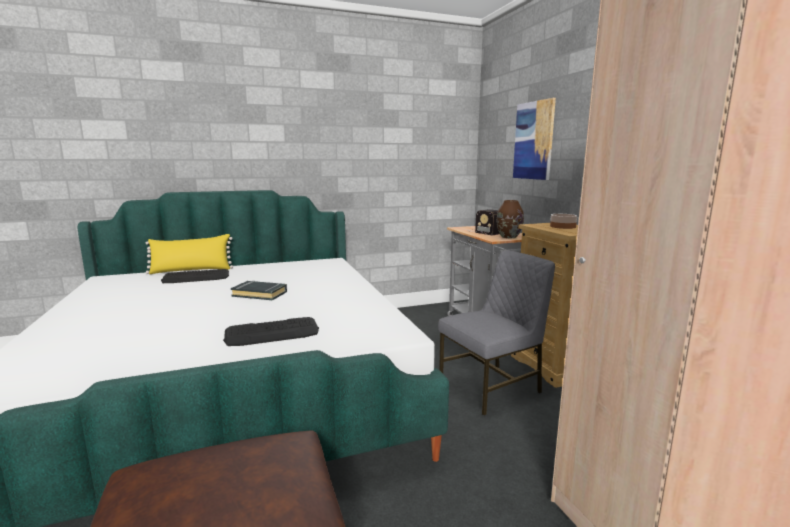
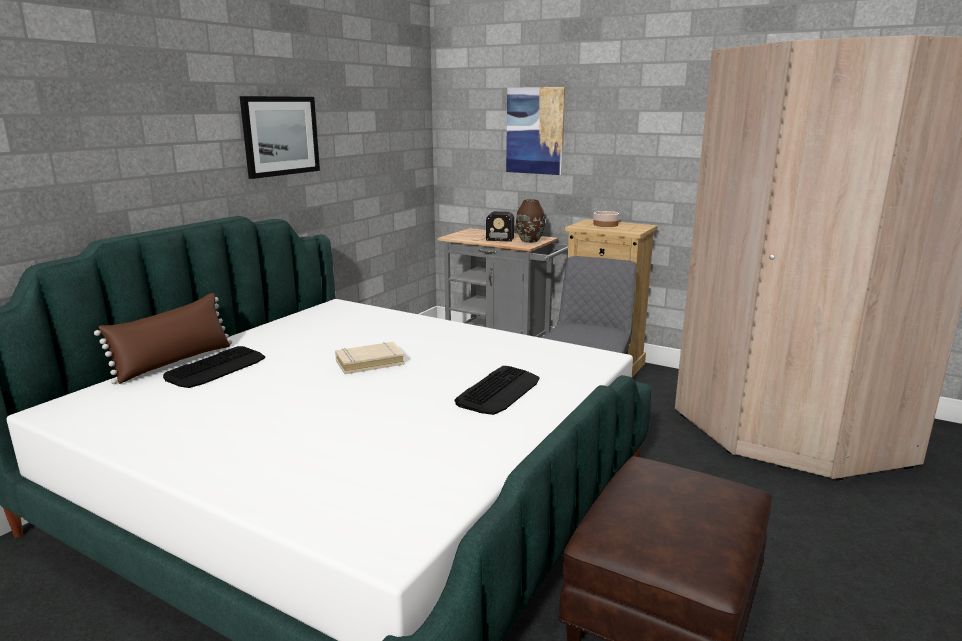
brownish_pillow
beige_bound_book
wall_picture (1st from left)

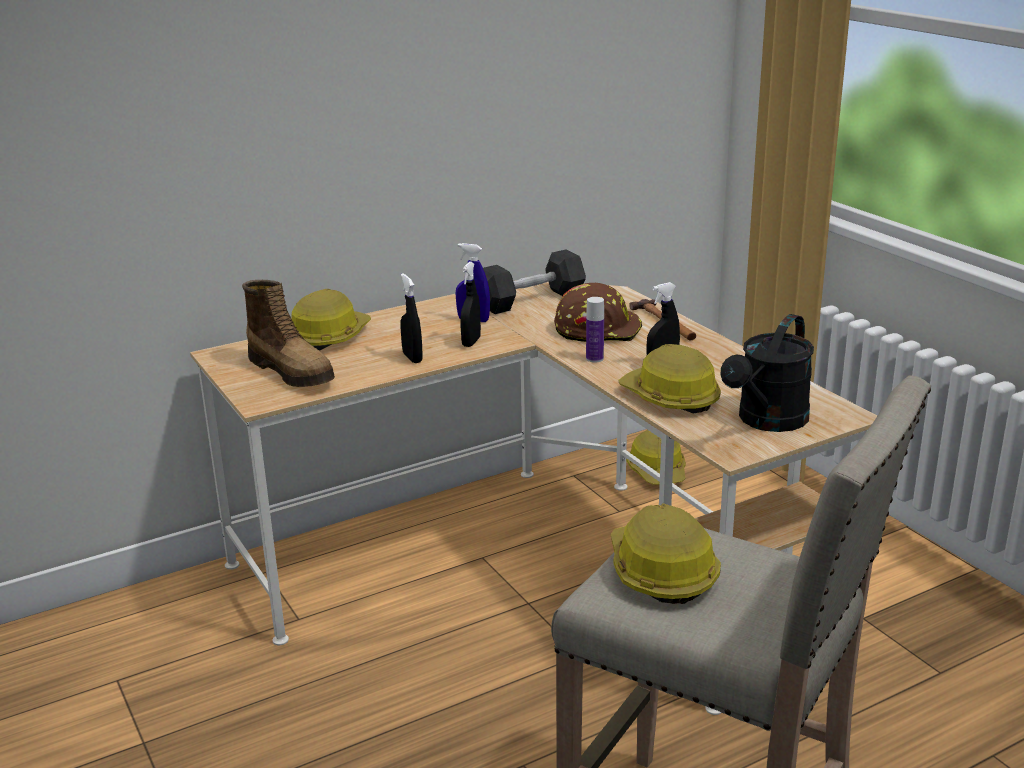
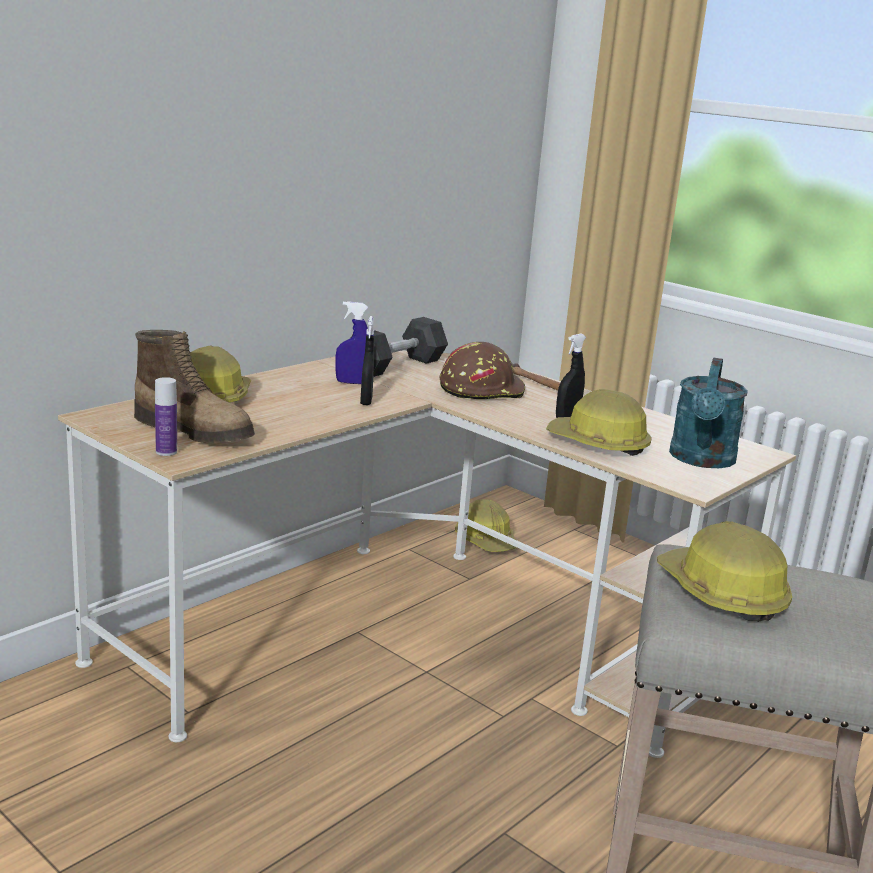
blackish_sprayer (1st from left in the first image)
beverage_bottle
turquoise_watering_pot

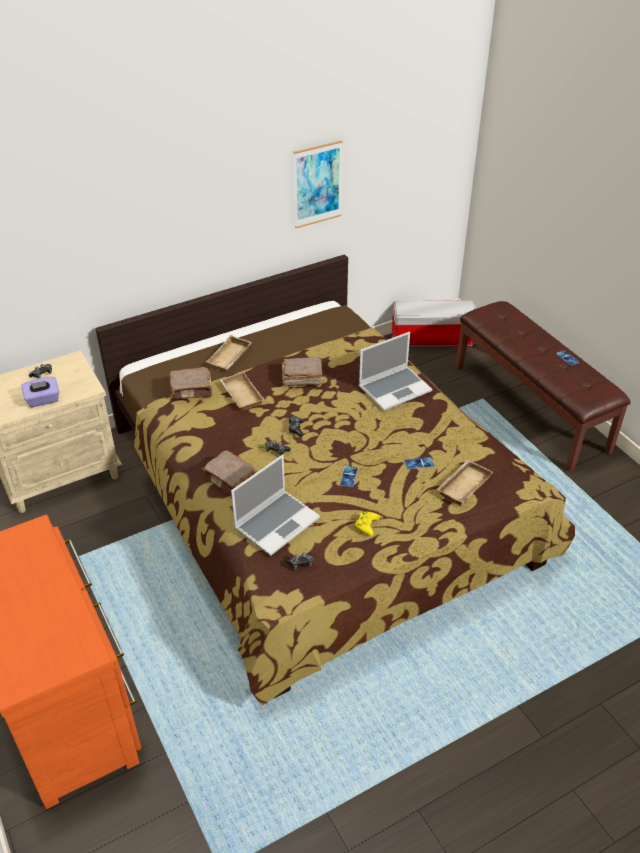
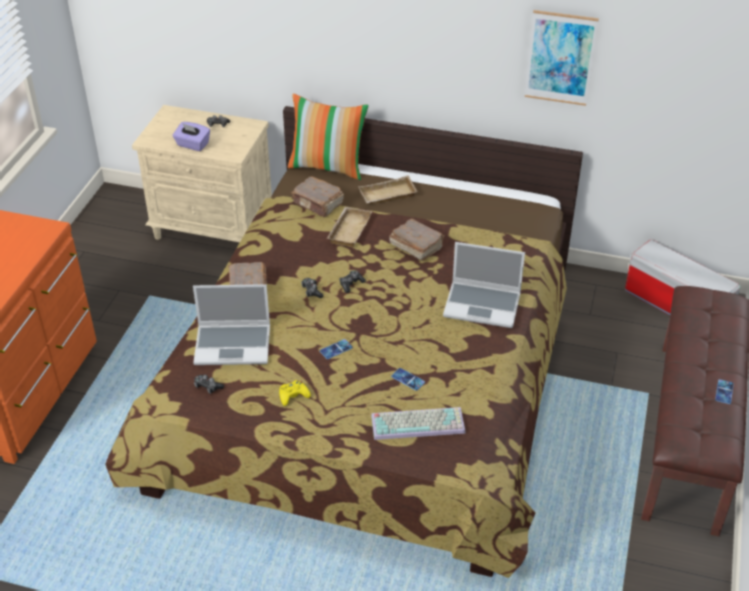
keyboard
pillow

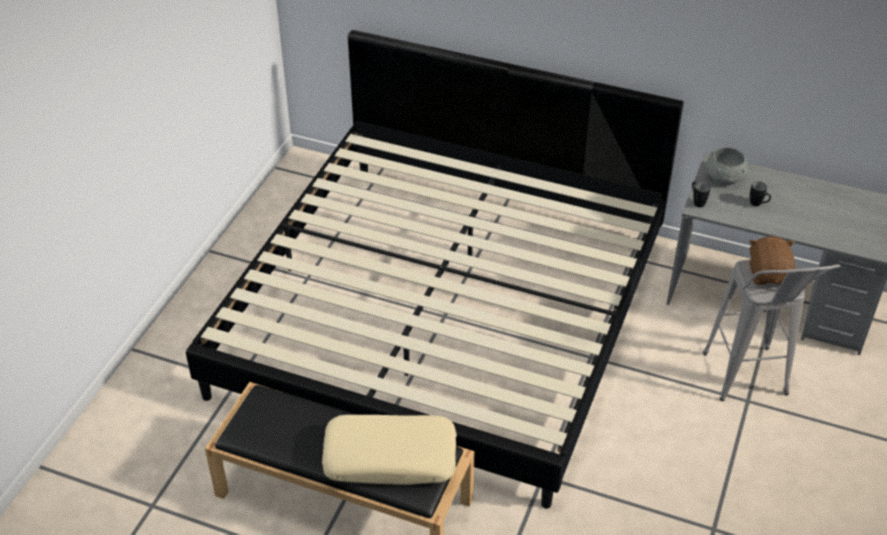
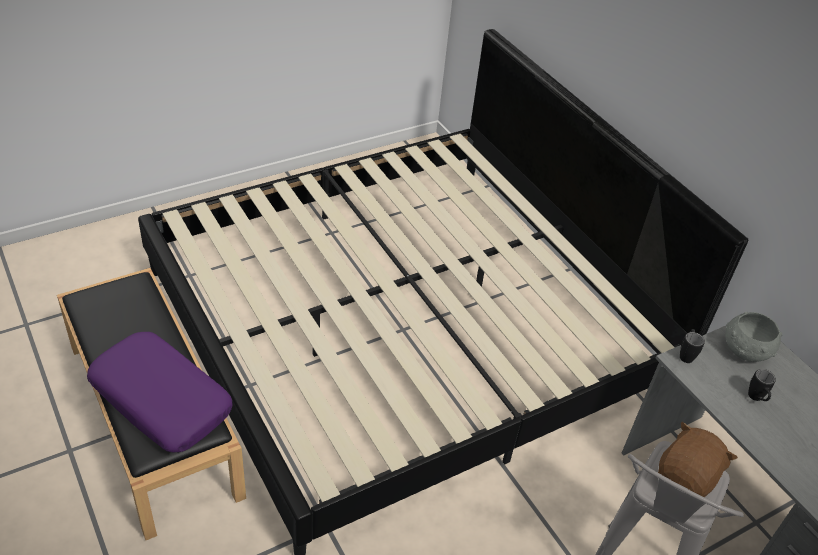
purple-coloured_pillow

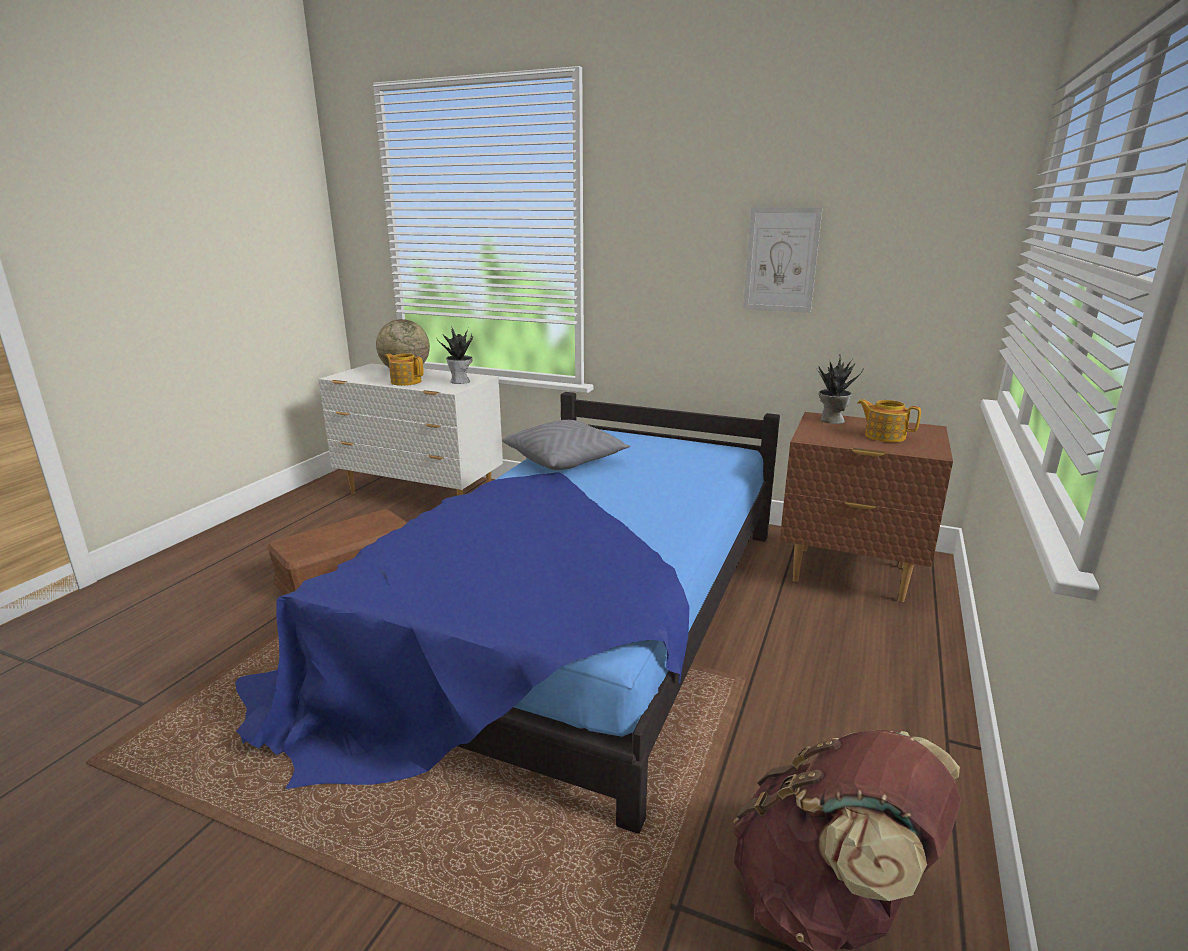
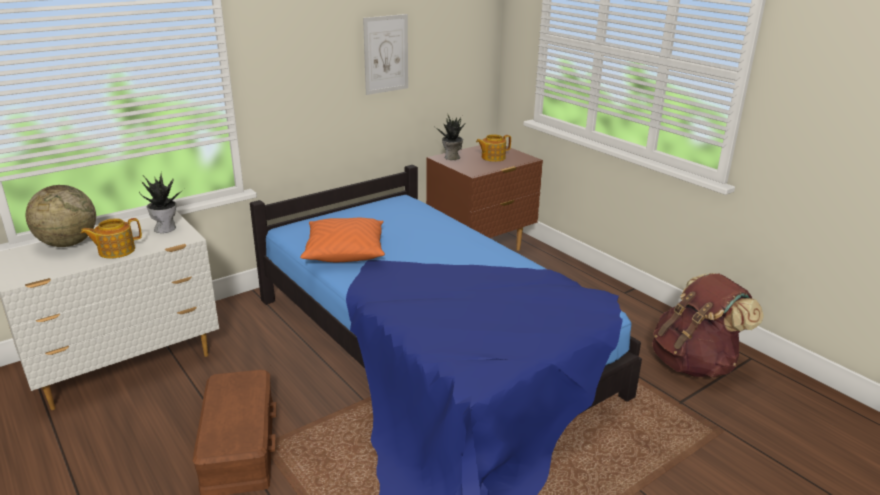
orangey_pillow

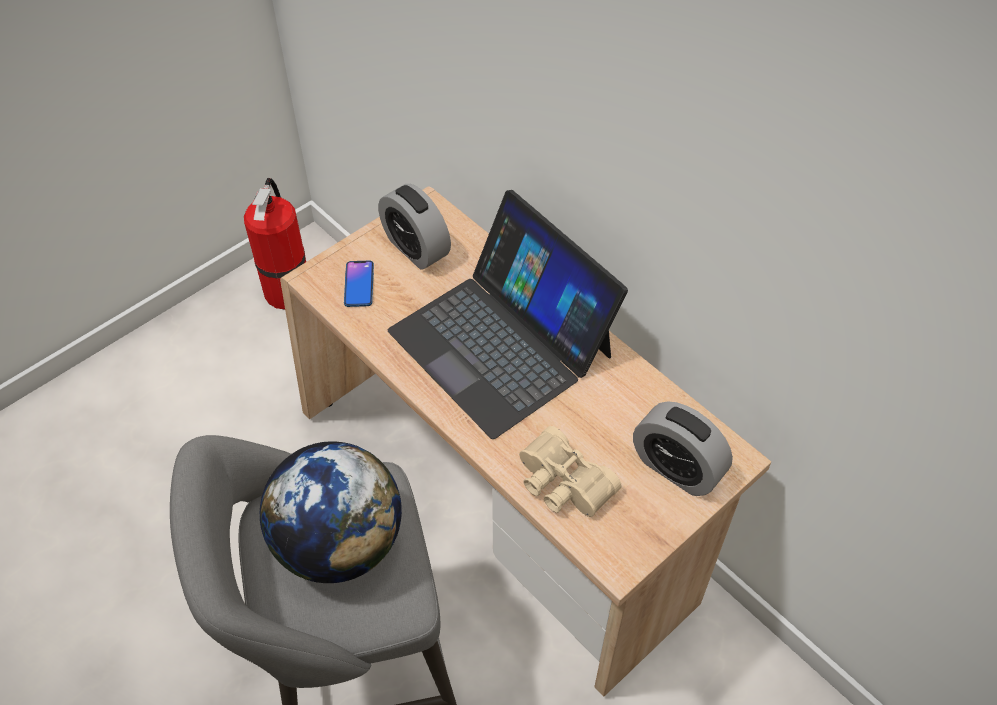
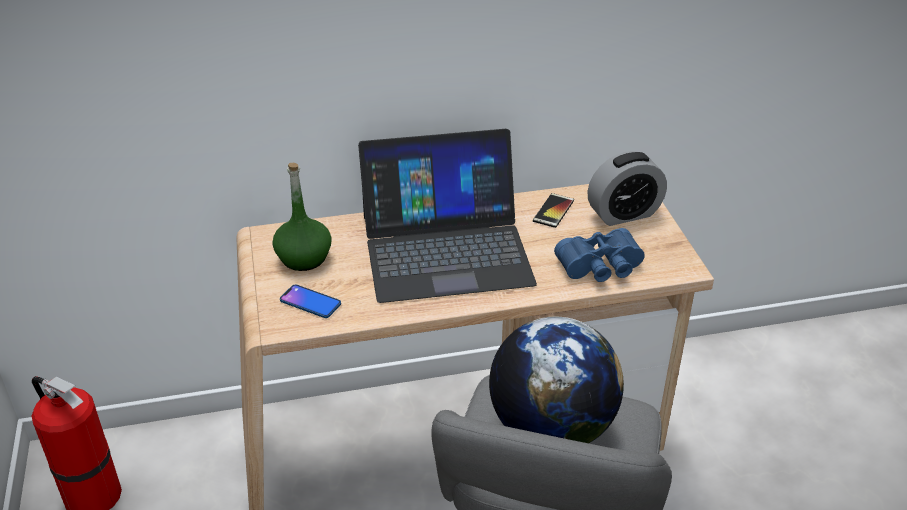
green_beverage_bottle
blue-coloured_pair_of_binoculars
handset (2nd from left)

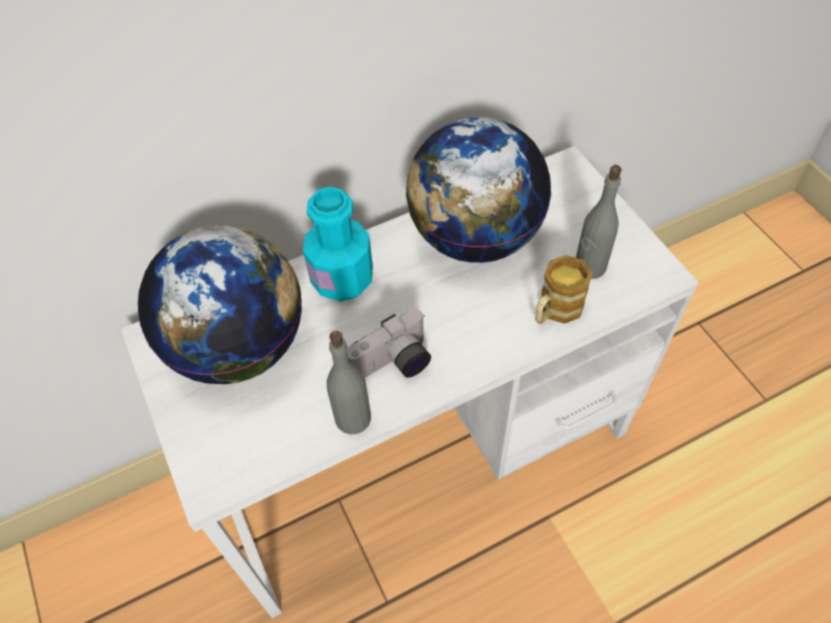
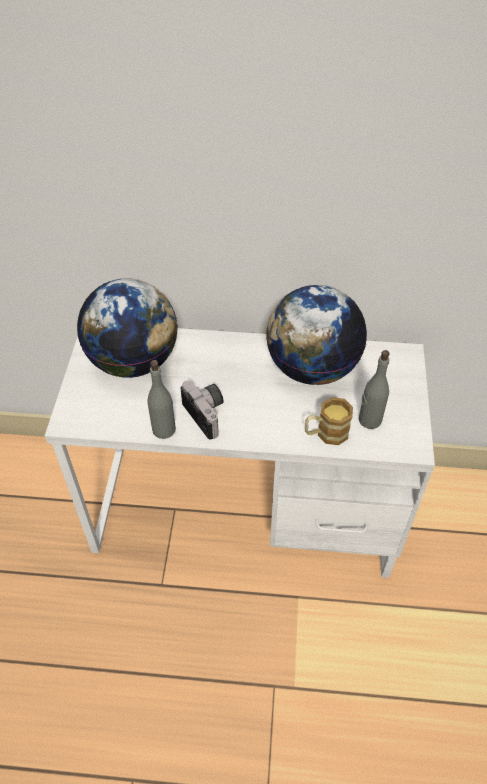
turquoise_beverage_bottle
still_camera

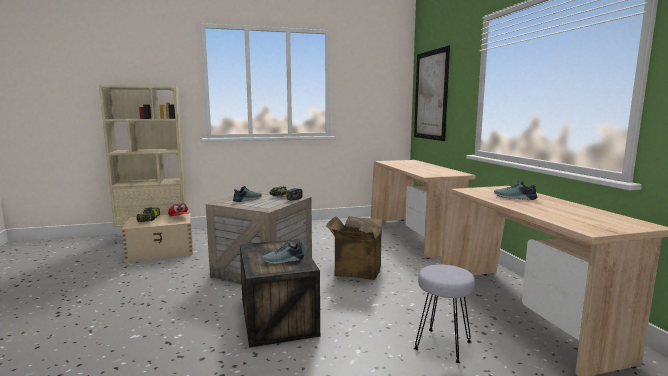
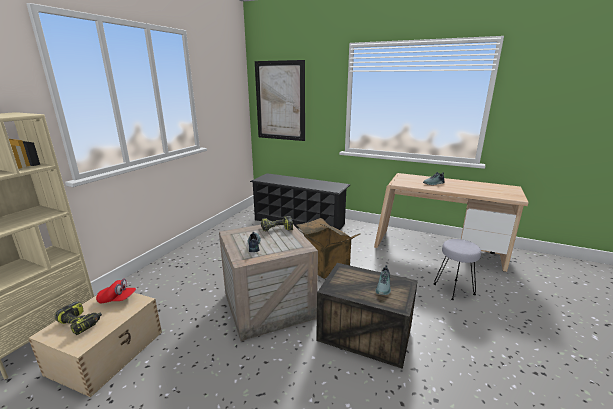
blackish_shoe_shelf

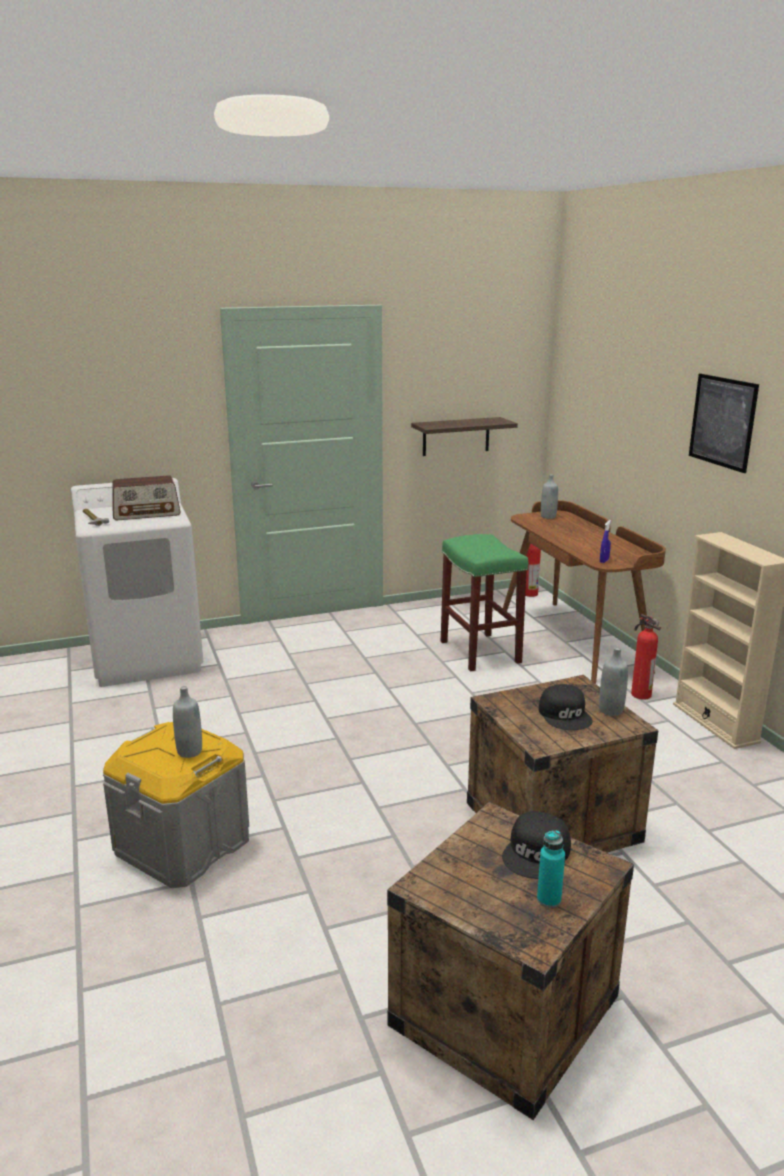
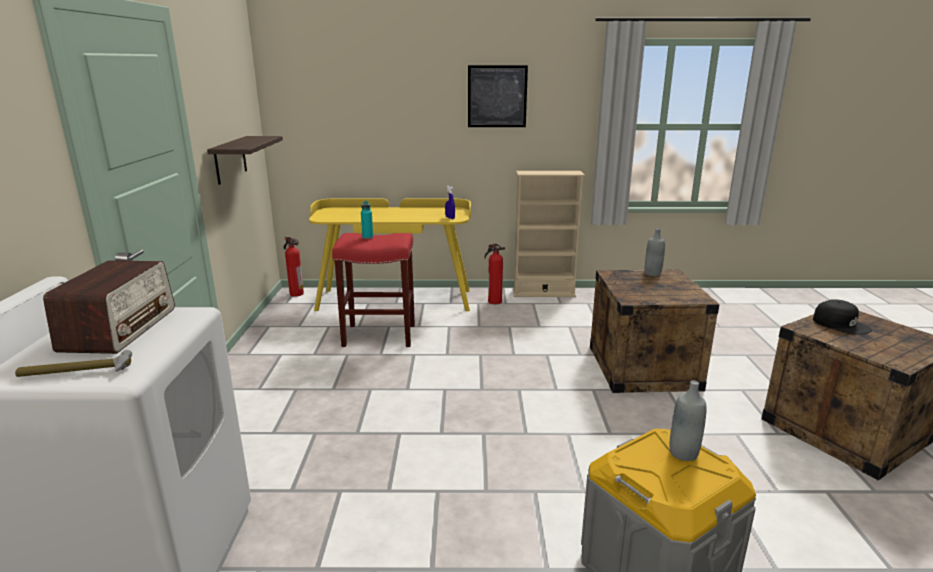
greyish_beverage_bottle (2nd from left in the first image)
yellow_desk_unit
reddish_stool_seat
blackish_cap (2nd from left in the first image)
turquoise_beverage_bottle

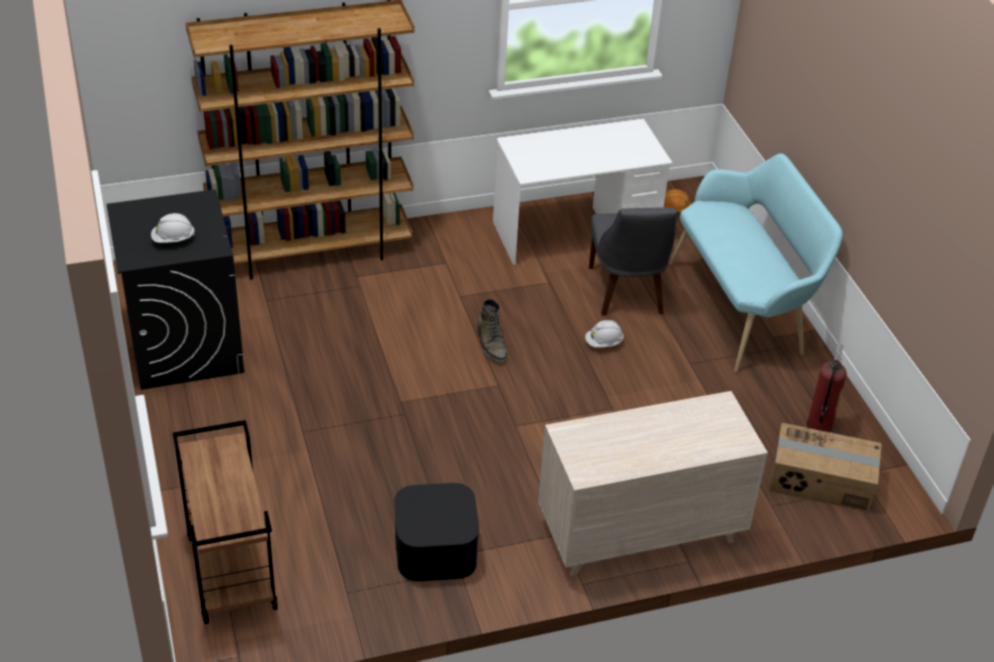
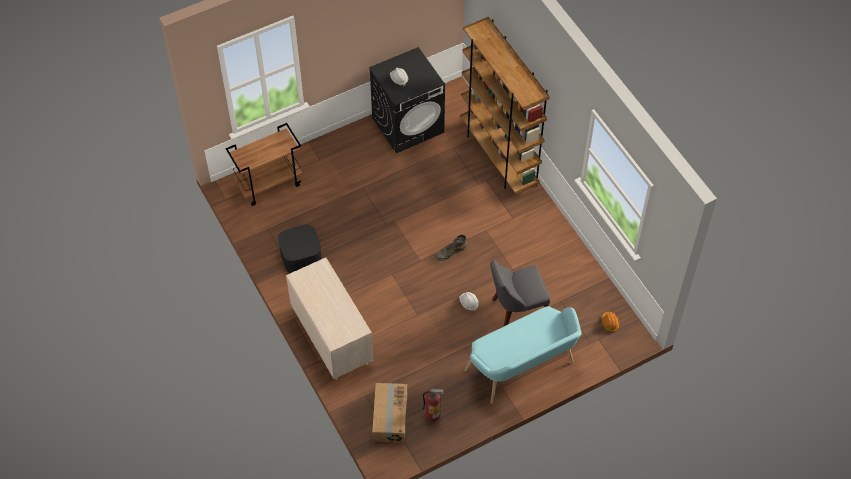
whitish_desk_unit

